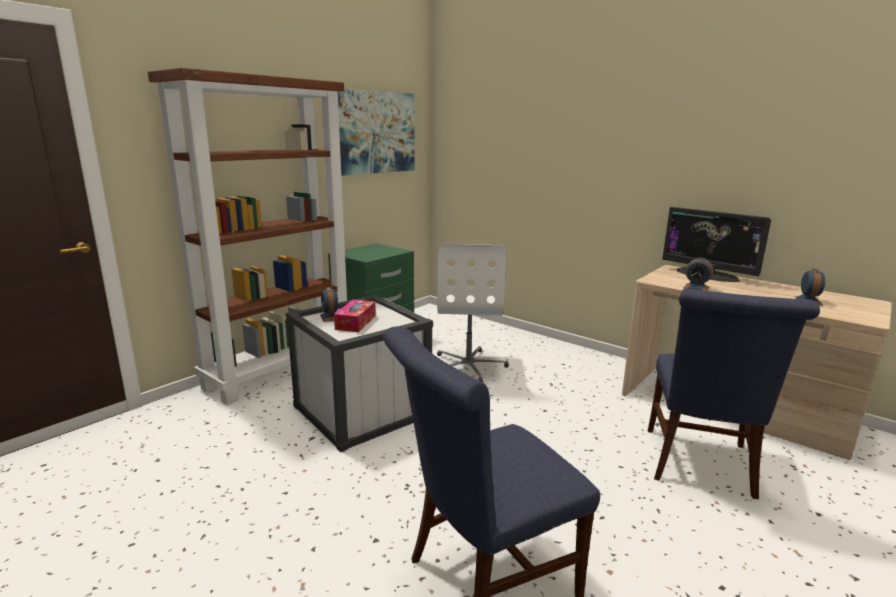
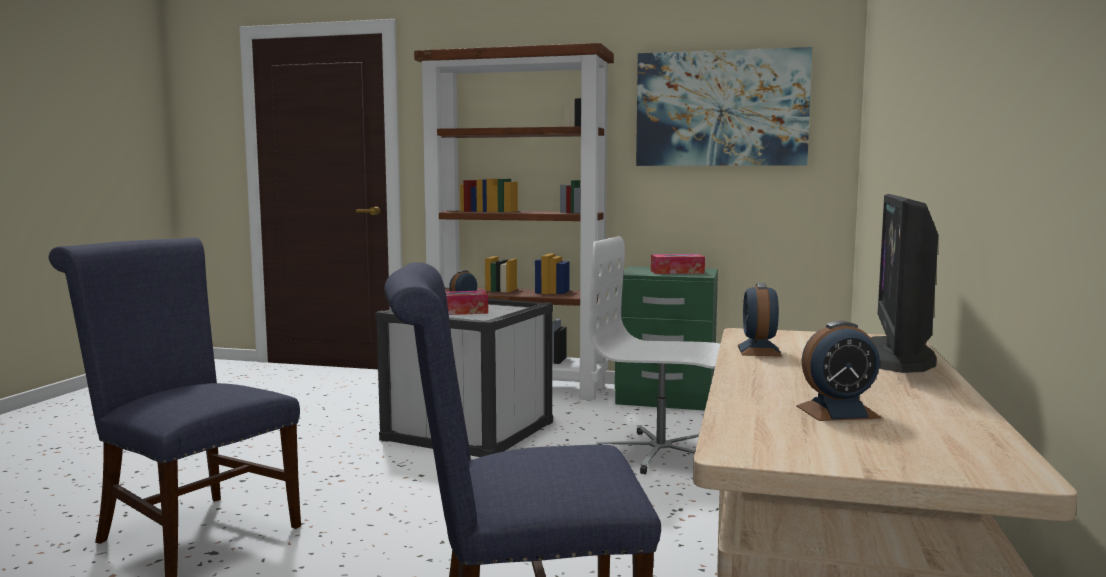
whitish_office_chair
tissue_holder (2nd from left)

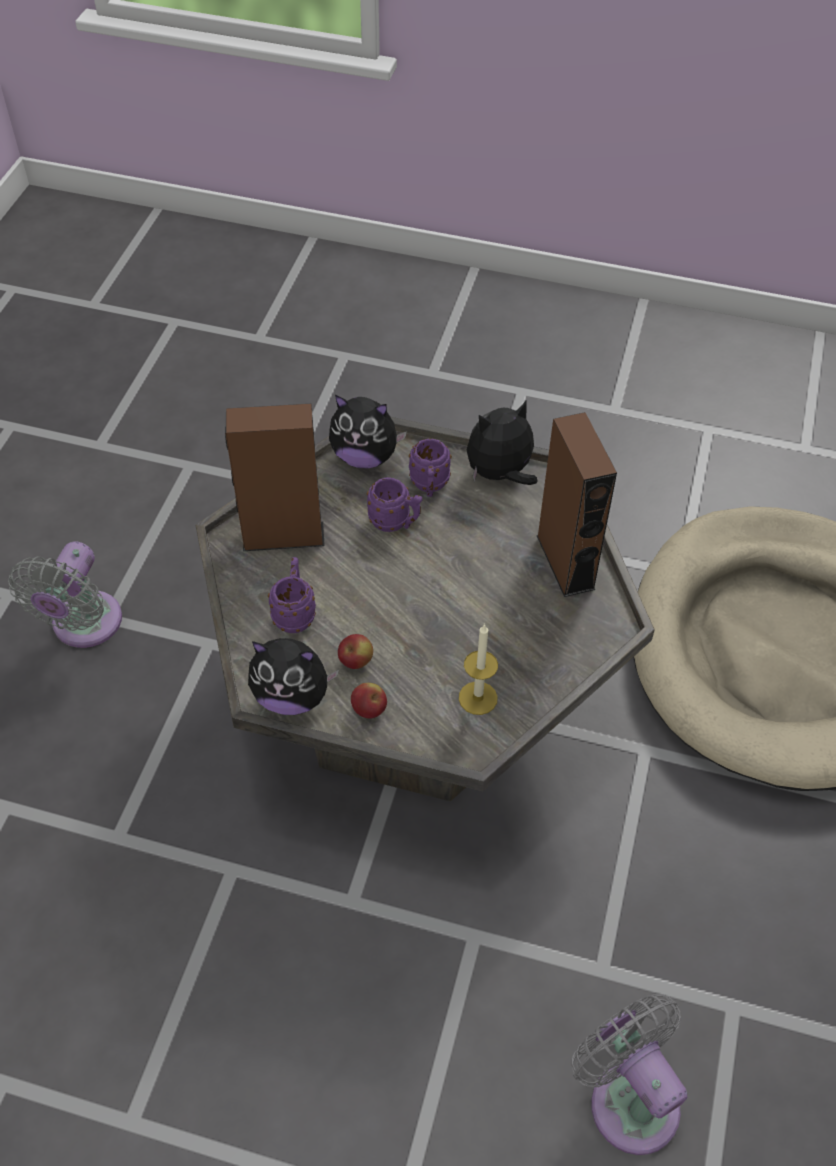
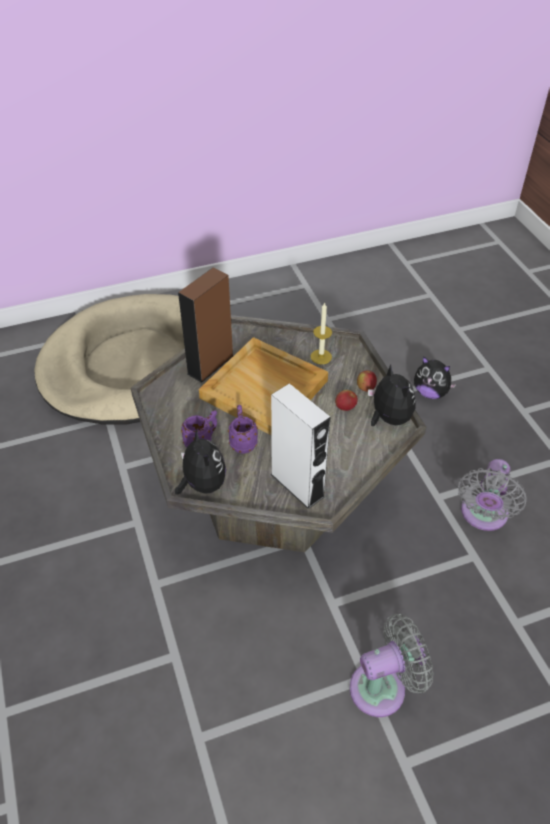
soft_toy (3rd from left)
whitish_loudspeaker
purple-coloured_coffee_mug (1st from left in the first image)
greyish_fan (2nd from left)
beige_tray

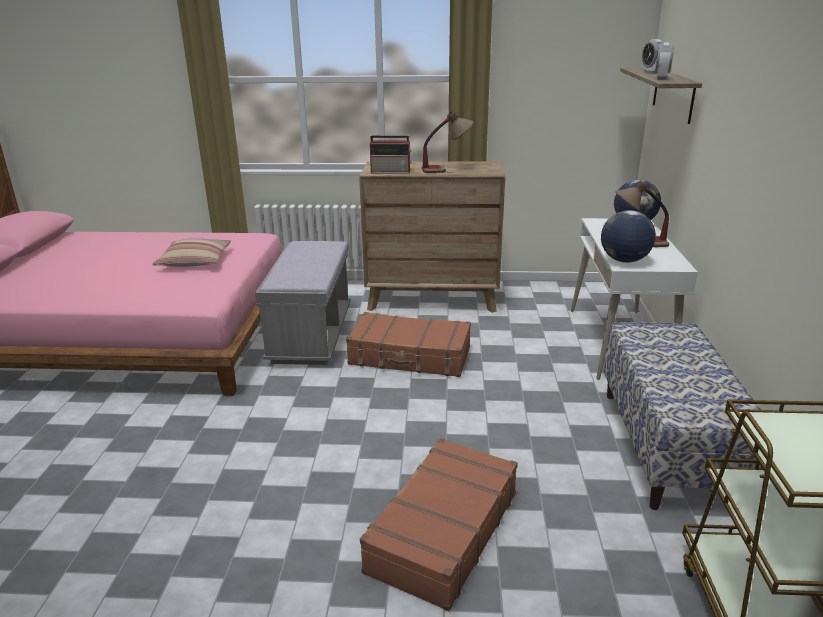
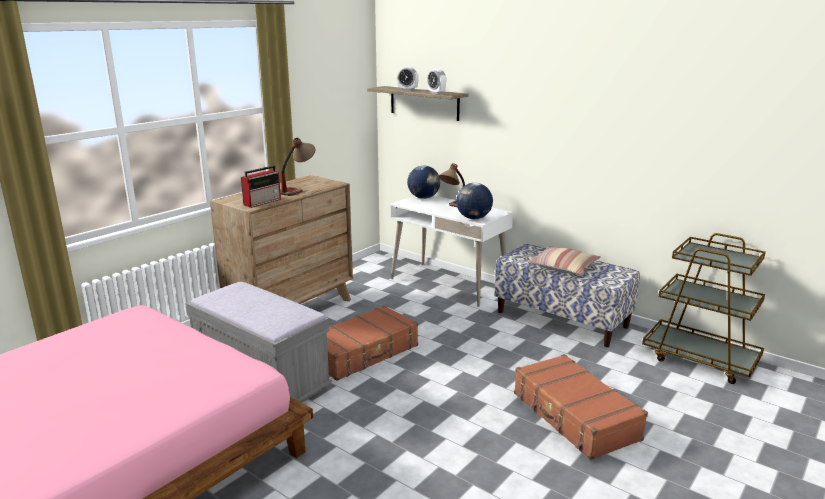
pillow

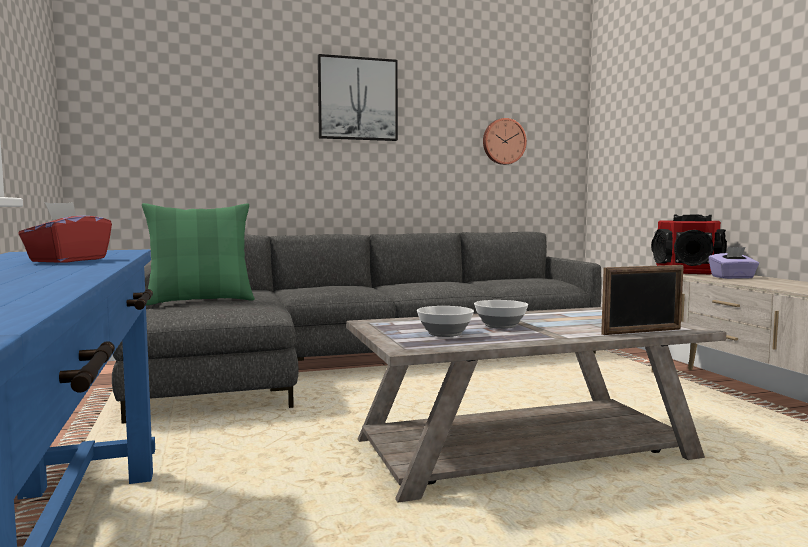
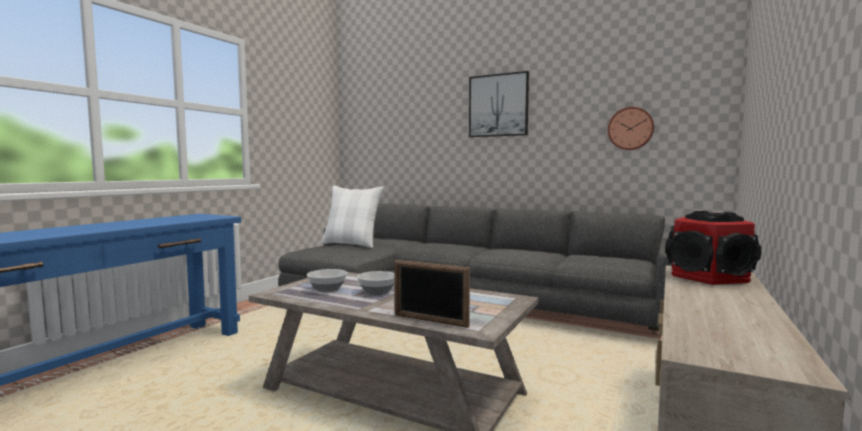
reddish_tissue_holder
whitish_pillow
purple-coloured_tissue_holder

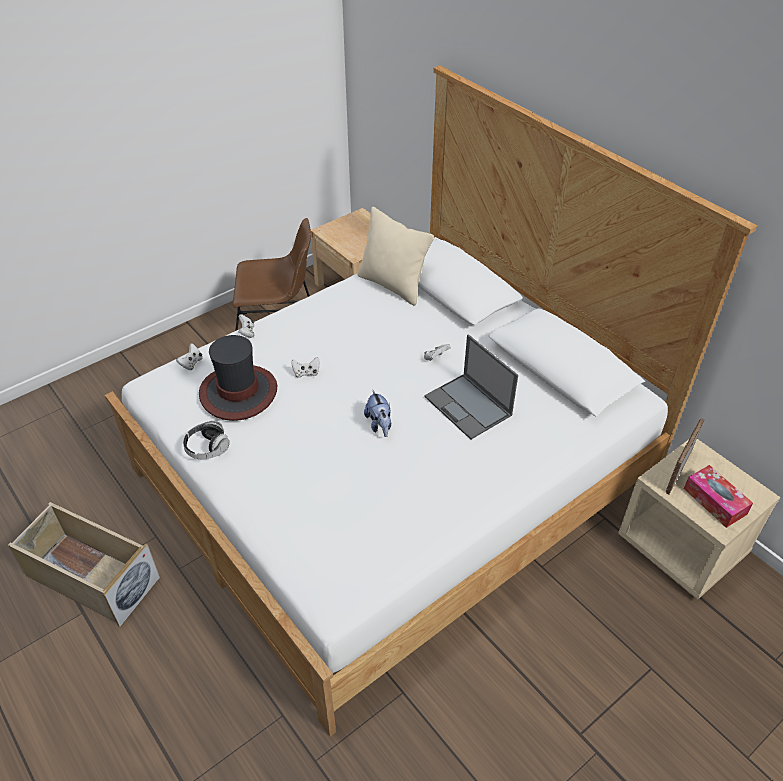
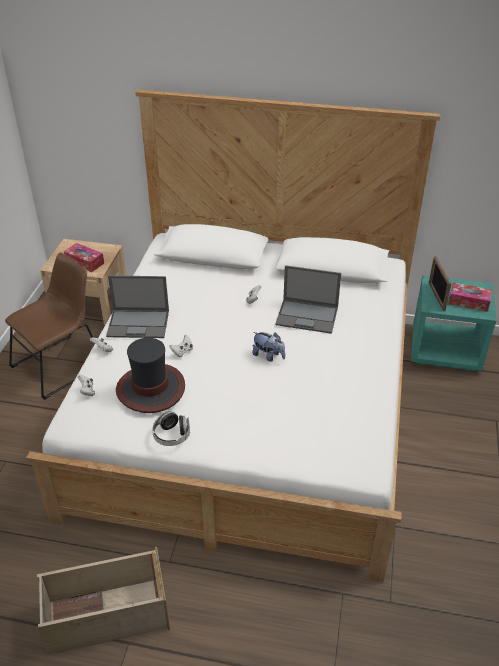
beige_pillow
turquoise_night_table
tissue_holder (1st from left)
portable_computer (1st from left)

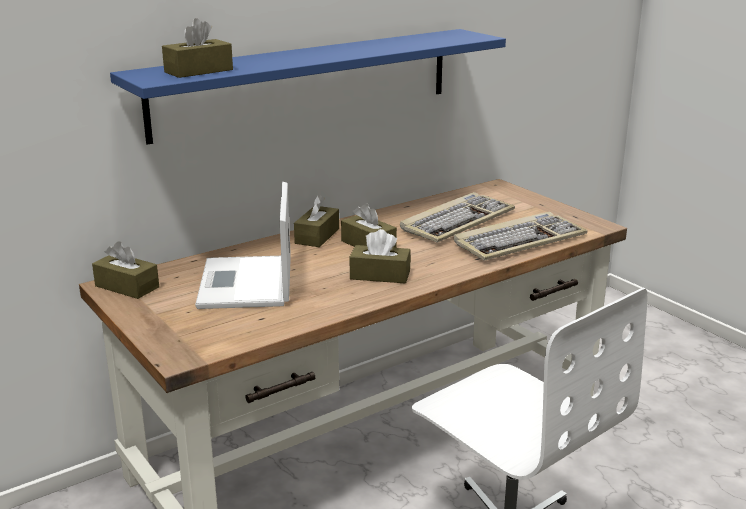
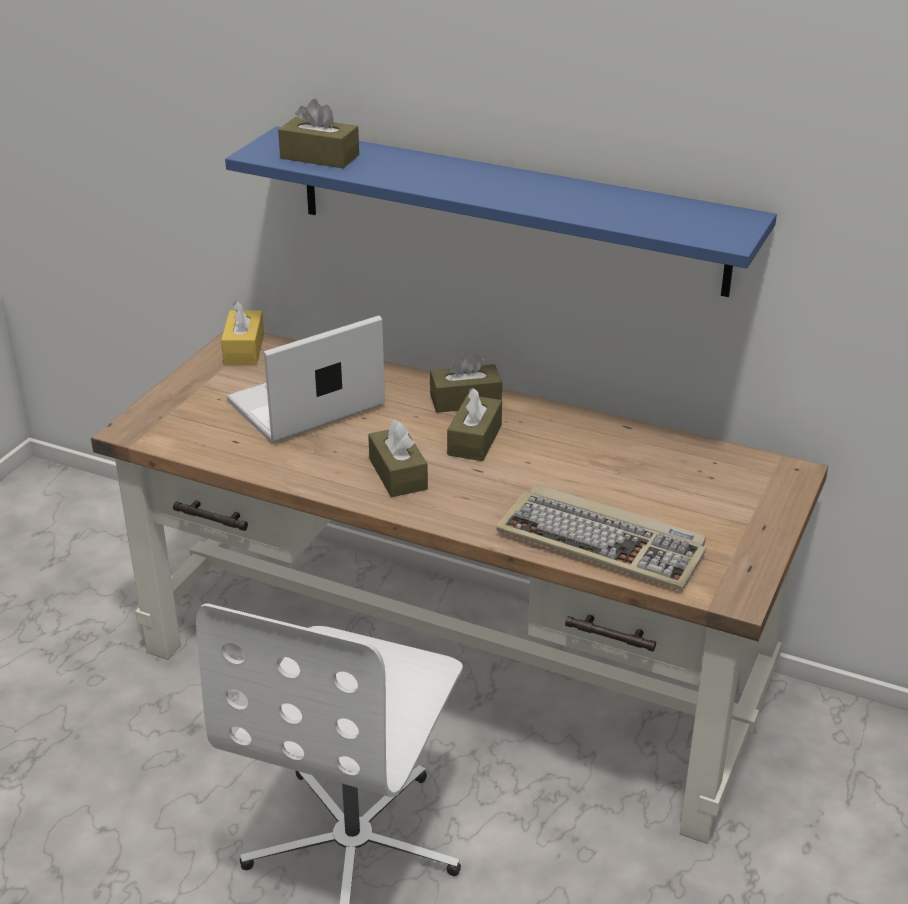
keyboard (1st from left in the first image)
yellow_tissue_holder

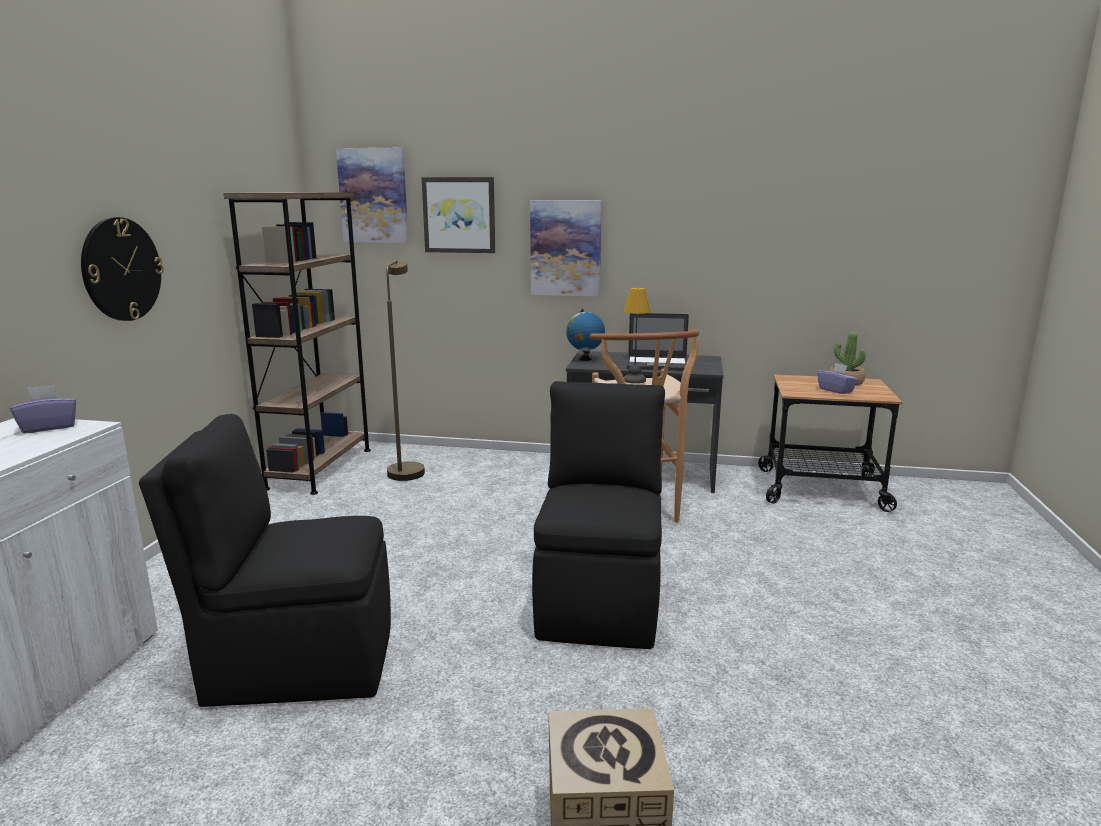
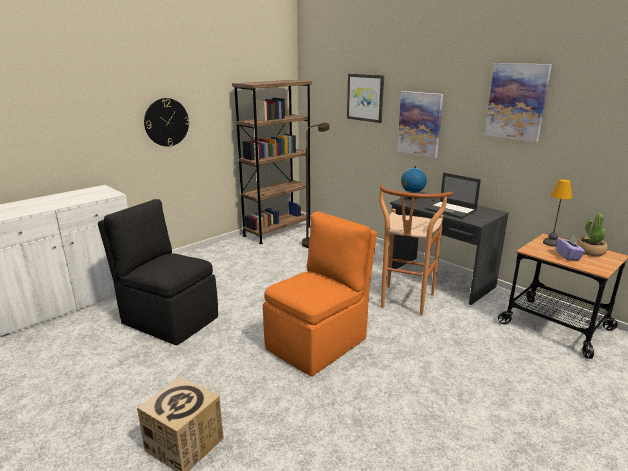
wall_picture (3rd from left)
table_lamp
orangey_chair
purple-coloured_tissue_holder (1st from left in the first image)

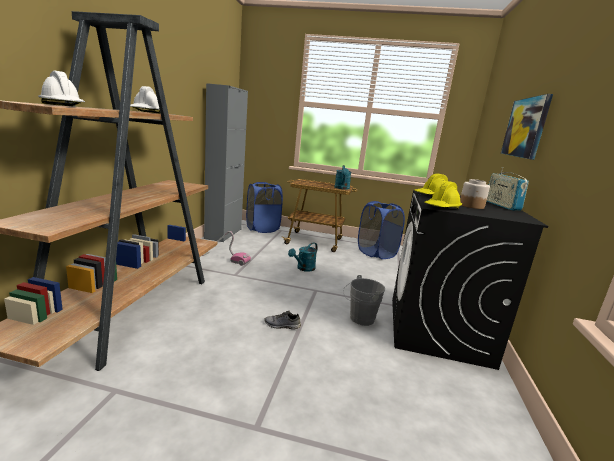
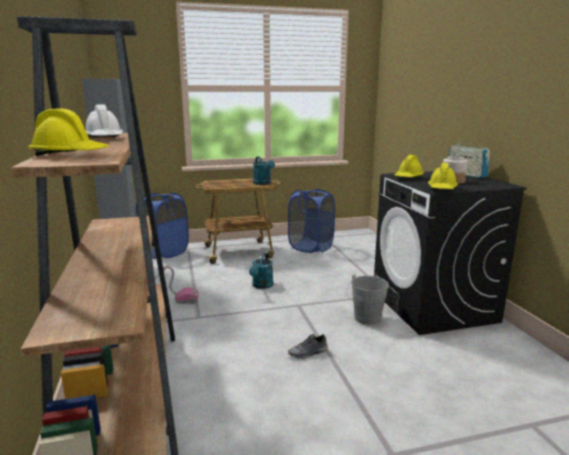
yellow_work_helmet (1st from left)
wall_picture

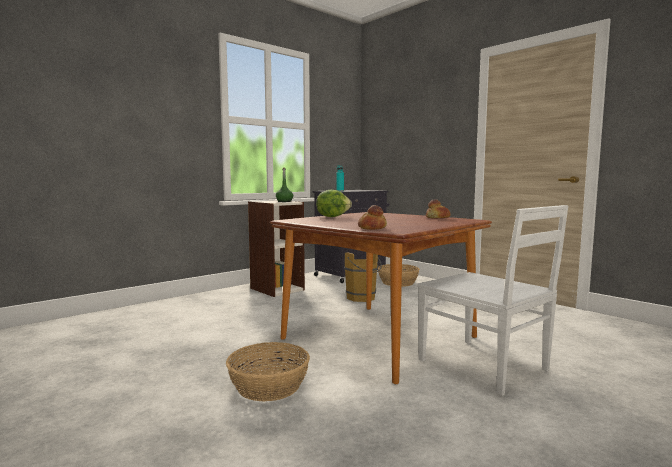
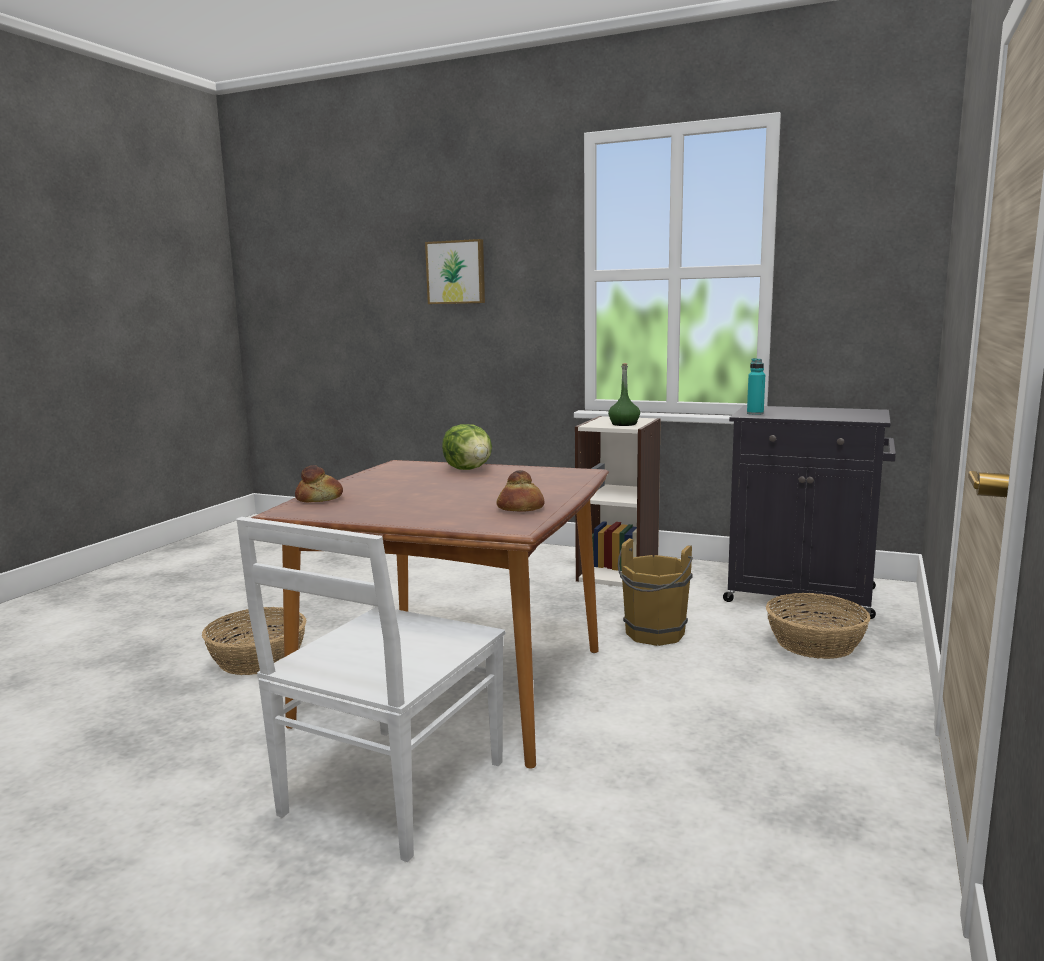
wall_picture

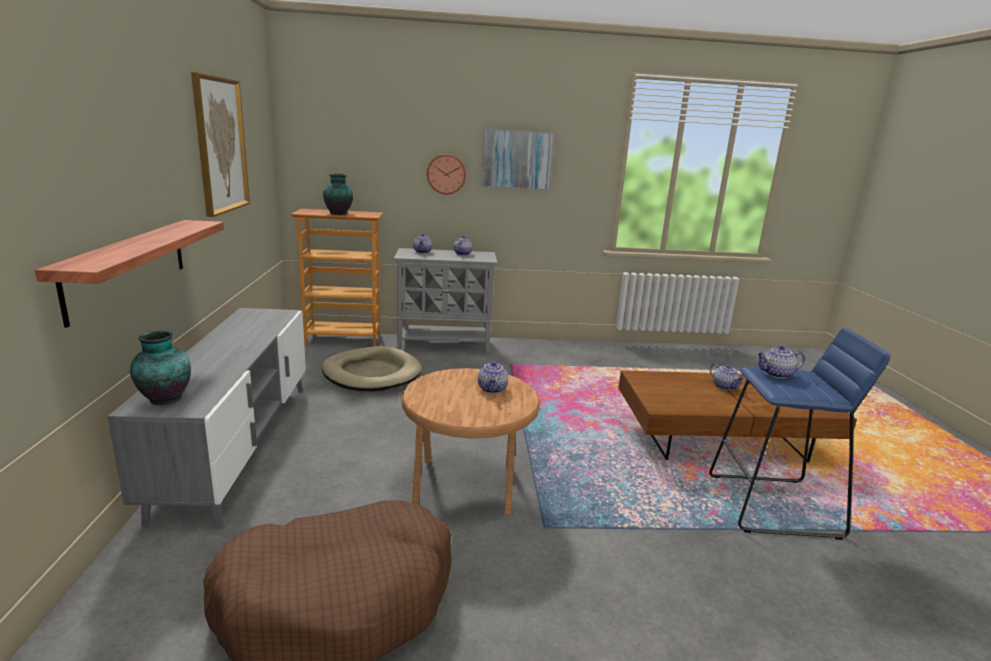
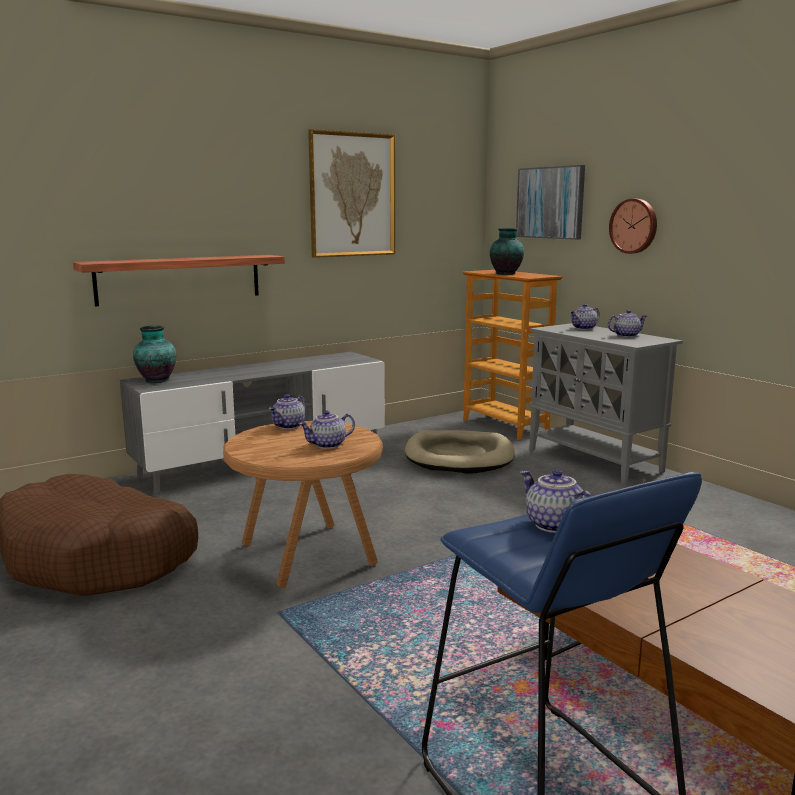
wall_picture (2nd from left)
pot_for_tea (1st from left)

